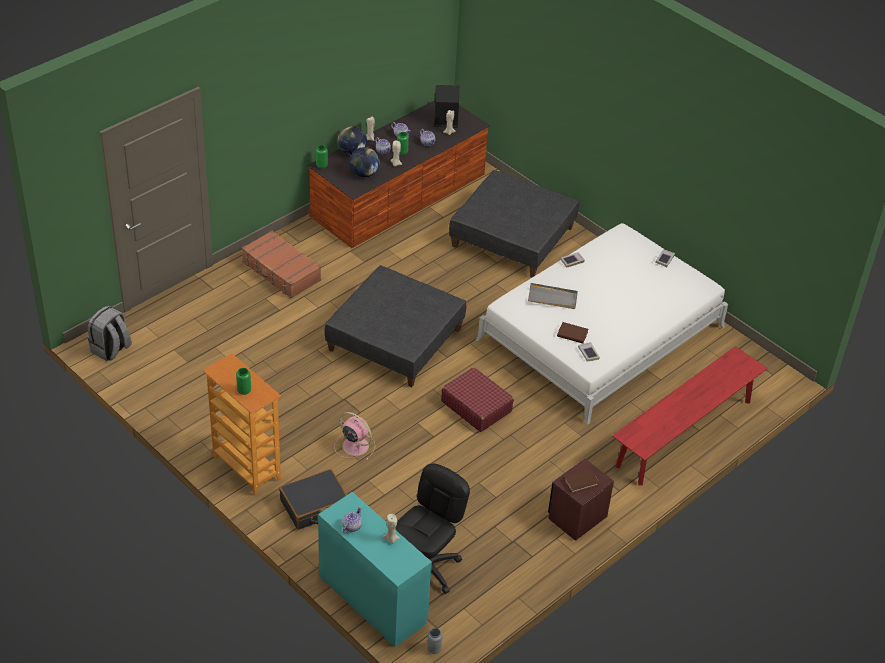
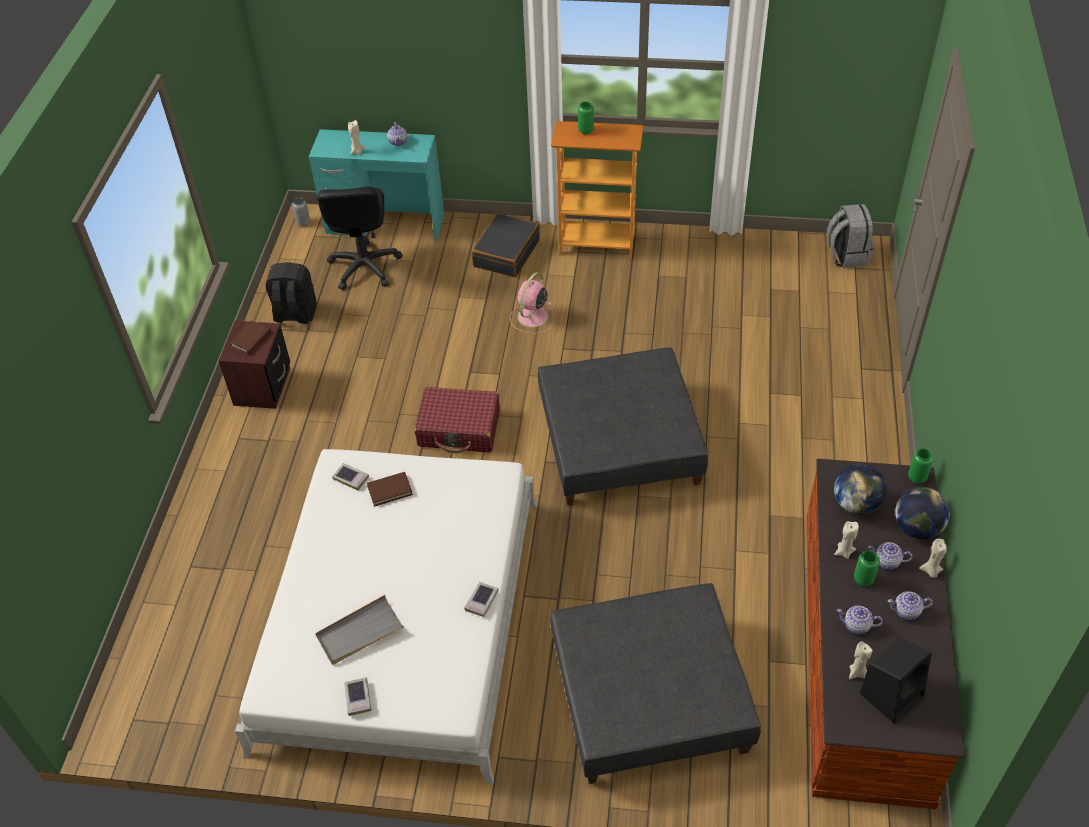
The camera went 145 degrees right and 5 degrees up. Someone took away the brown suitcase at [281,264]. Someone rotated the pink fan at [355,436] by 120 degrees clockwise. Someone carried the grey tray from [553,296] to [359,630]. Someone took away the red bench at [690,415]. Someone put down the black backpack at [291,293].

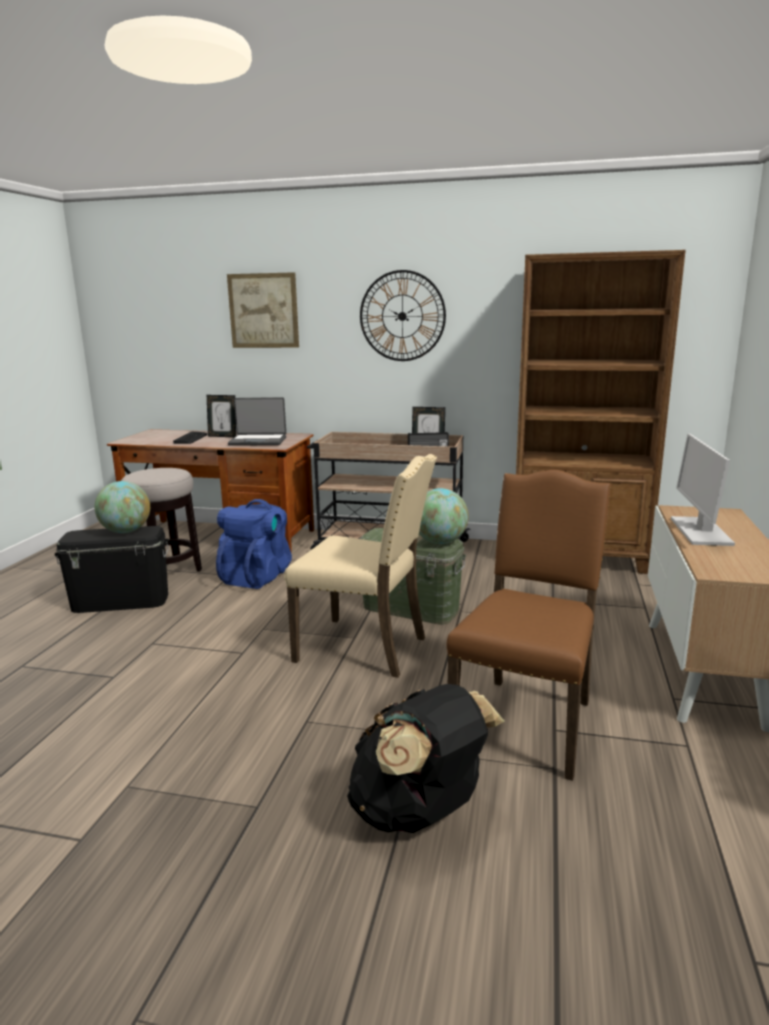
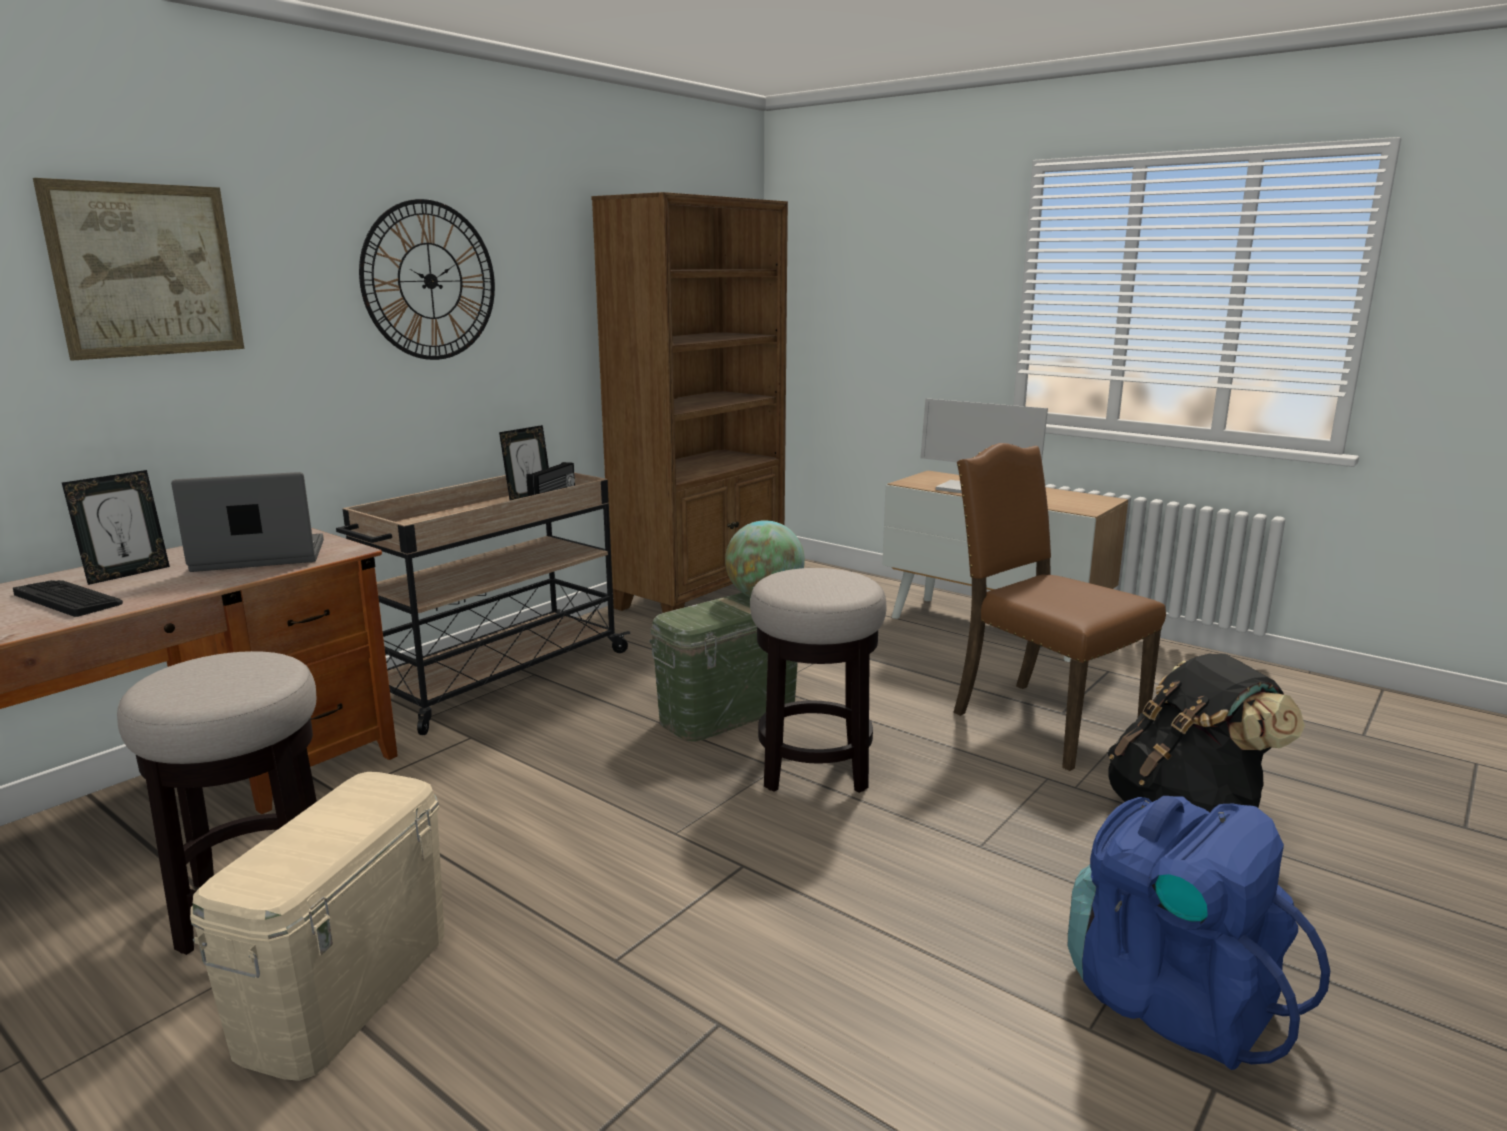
The camera went 65 degrees left and 0 degrees up. Someone repainted the black storage box at [111,569], which became the beige storage box at [317,926]. Someone took away the globe at [122,507]. Someone carried the blue backpack from [254,544] to [1199,933]. Someone rotated the laptop at [257,421] by 135 degrees counterclockwise. Someone swapped the beige chair at [360,566] for the stool at [818,680].

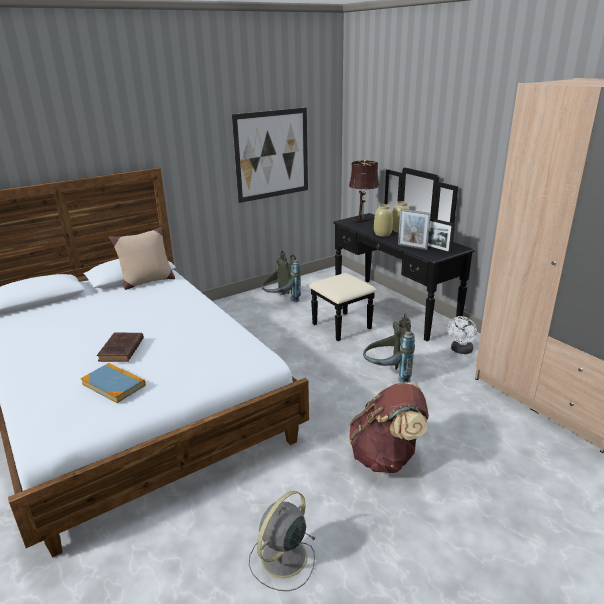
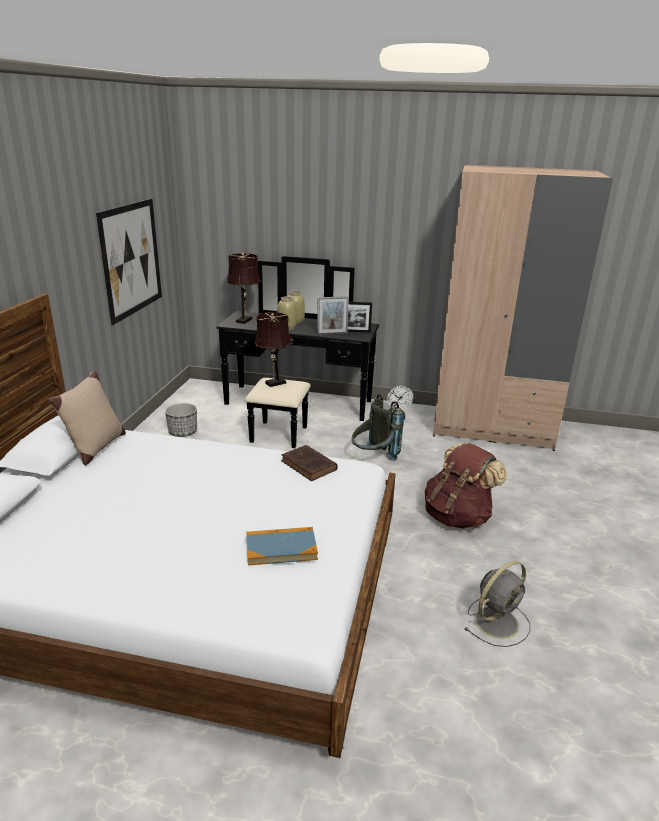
The camera went 45 degrees left and 0 degrees up. Someone carried the brown book from [120,347] to [309,463]. Someone rotated the grey fan at [282,541] by 120 degrees counterclockwise. Someone swapped the grey backpack at [281,276] for the planter at [181,420]. Someone put down the brown table lamp at [272,349].

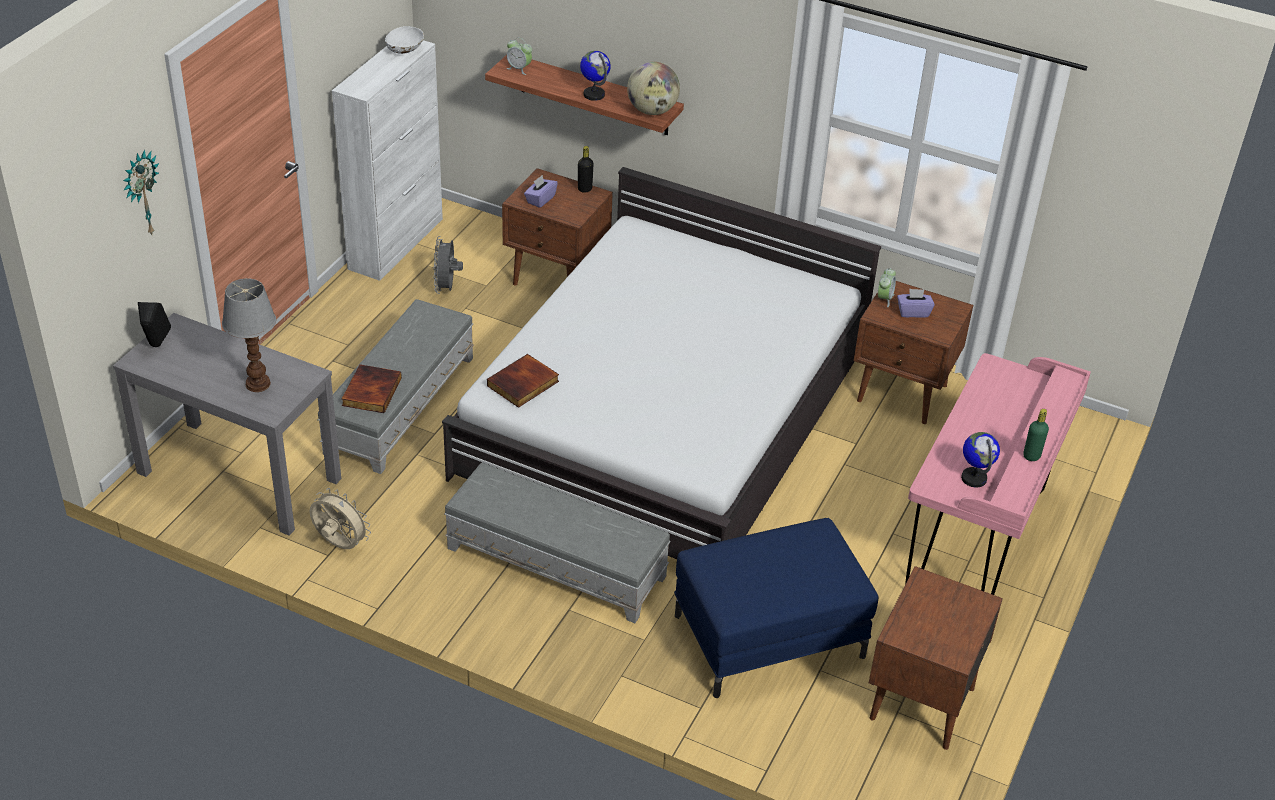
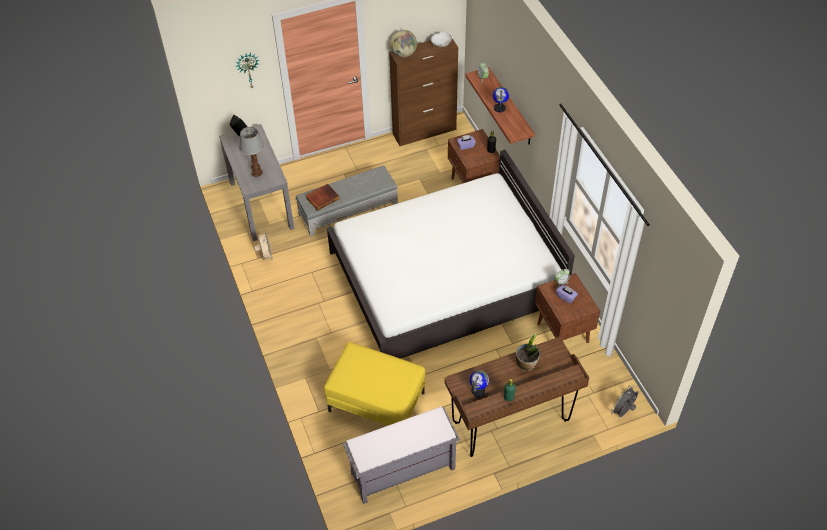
The camera went 45 degrees right and 10 degrees up. Someone repainted the white cabinet at [387,160], which became the brown cabinet at [423,92]. Someone carried the grey fan from [448,265] to [624,401]. Someone took away the grey ottoman at [557,543]. Someone took away the book at [523,381]. Someone carried the globe from [653,88] to [403,43]. Someone repainted the blue ottoman at [776,608], which became the yellow ottoman at [374,383]. Someone swapped the brown nightstand at [936,658] for the grey bench at [401,455]. Someone repainted the pink desk at [998,474], which became the brown desk at [516,397]. Someone put down the potted plant at [528,352].

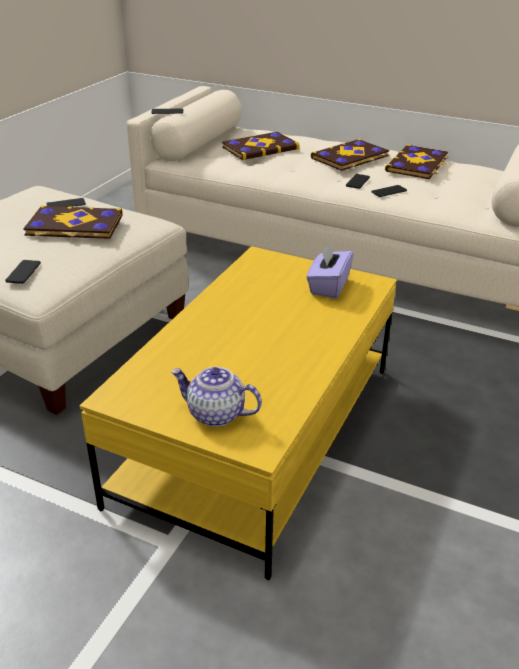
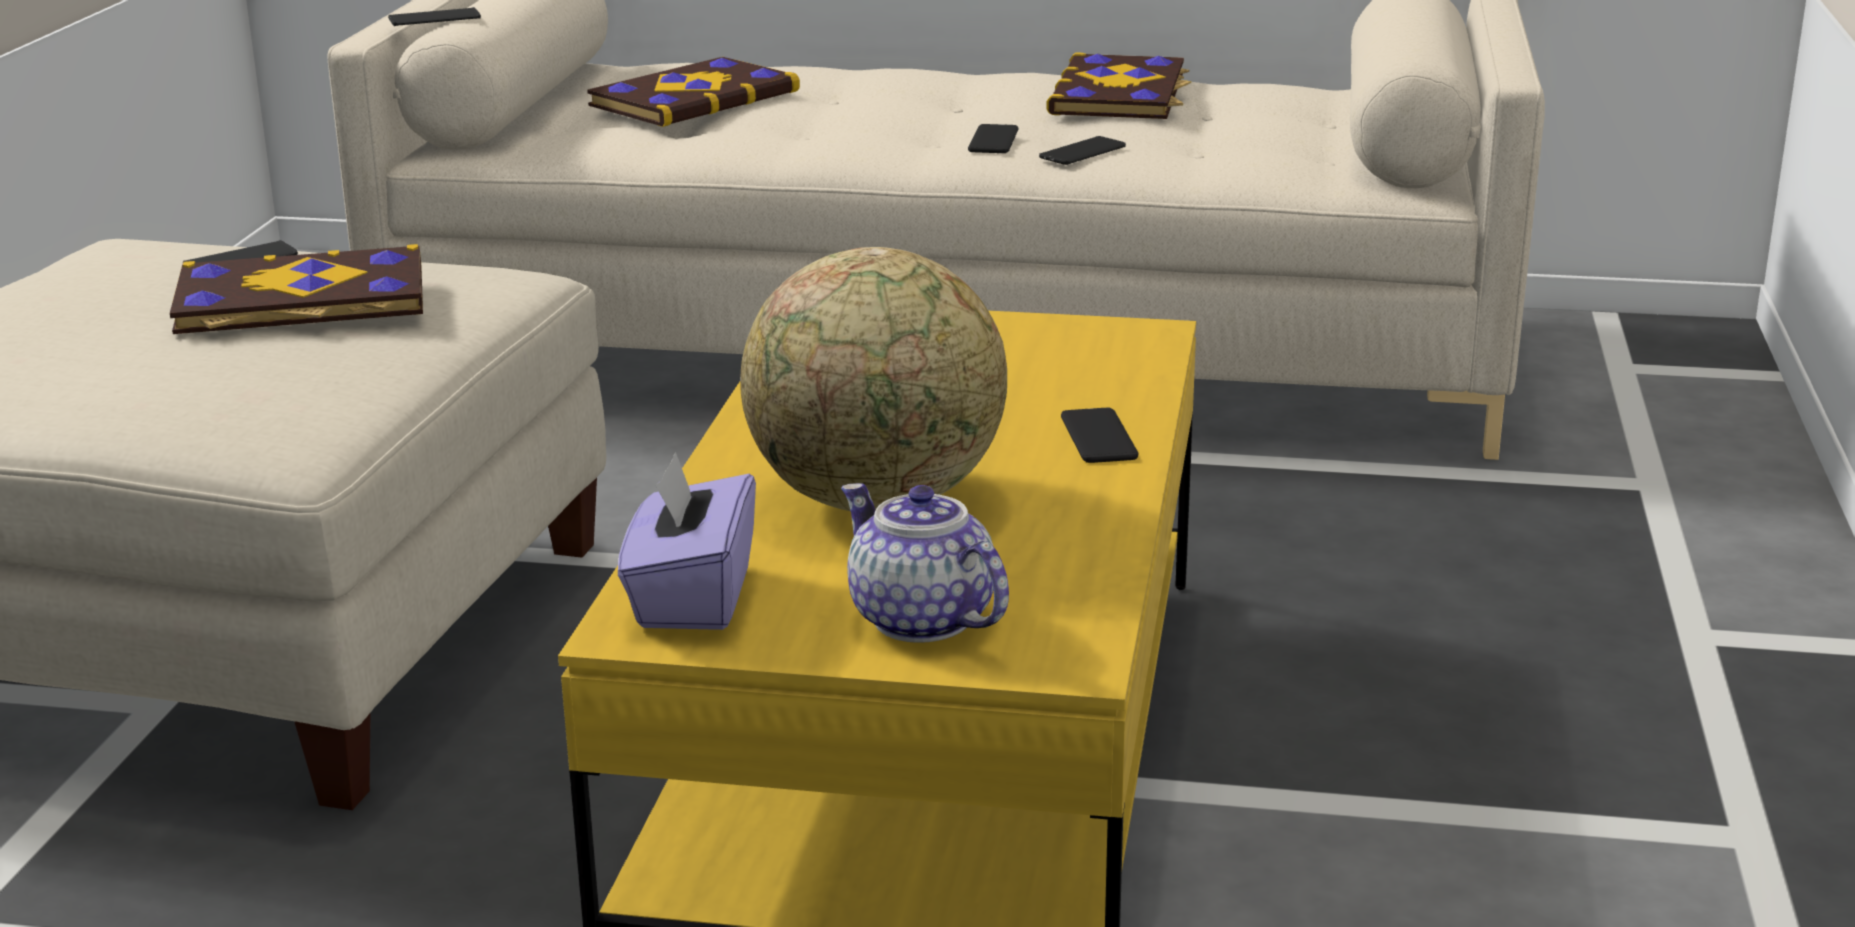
The camera went 15 degrees left and 10 degrees down. Someone carried the phone from [23,272] to [1099,435]. Someone rotated the teapot at [216,397] by 45 degrees clockwise. Someone carried the purple tissue box from [330,271] to [687,541]. Someone took away the book at [350,155]. Someone put down the globe at [873,379].

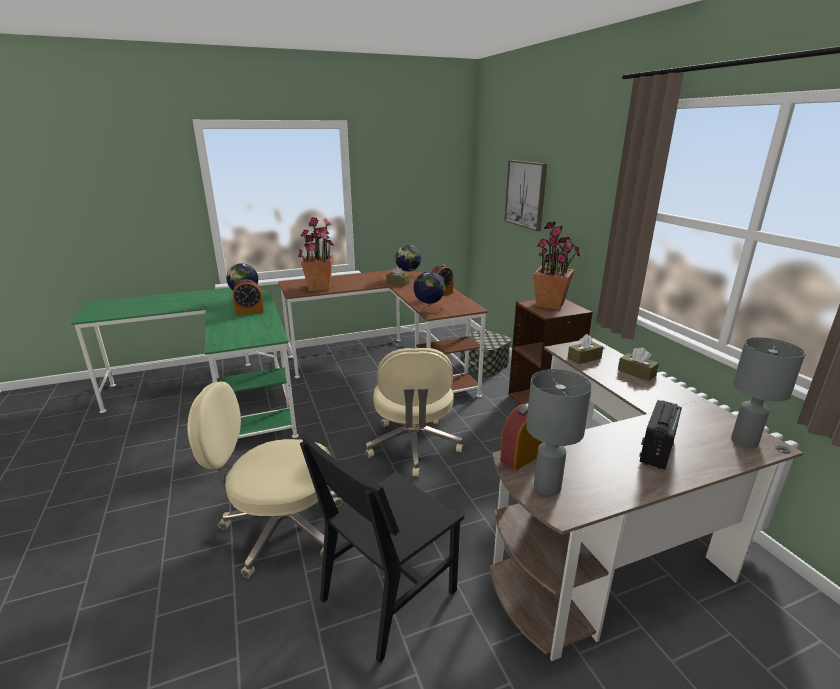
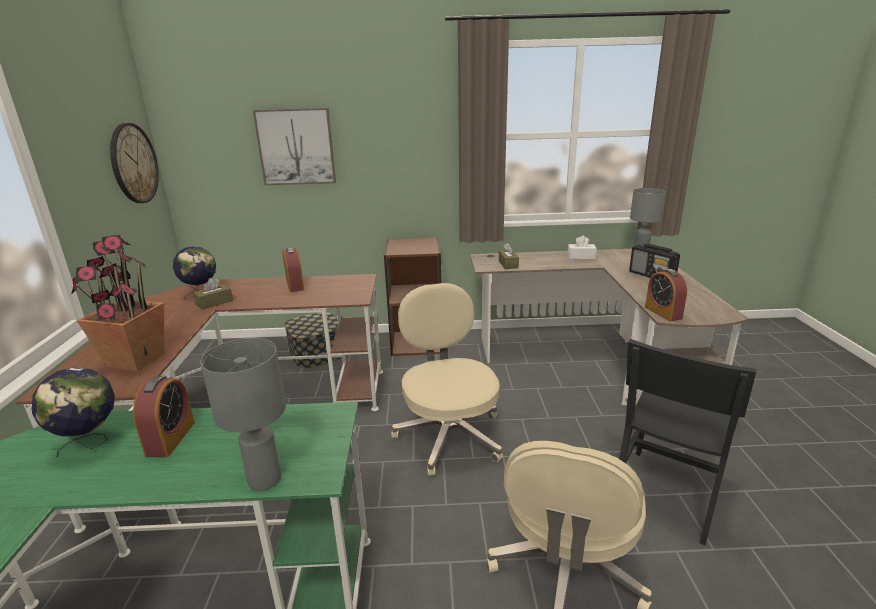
The camera went 70 degrees left and 0 degrees up. Someone rotated the black chair at [382,547] by 60 degrees clockwise. Someone rotated the beige office chair at [414,412] by 120 degrees counterclockwise. Someone took away the globe at [429,293]. Someone carried the grey table lamp from [559,432] to [243,414]. Someone took away the potted plant at [556,266]. Someone took away the brown tissue box at [638,364]. Someone put up the wall clock at [134,163]. Someone put down the white tissue box at [582,247].

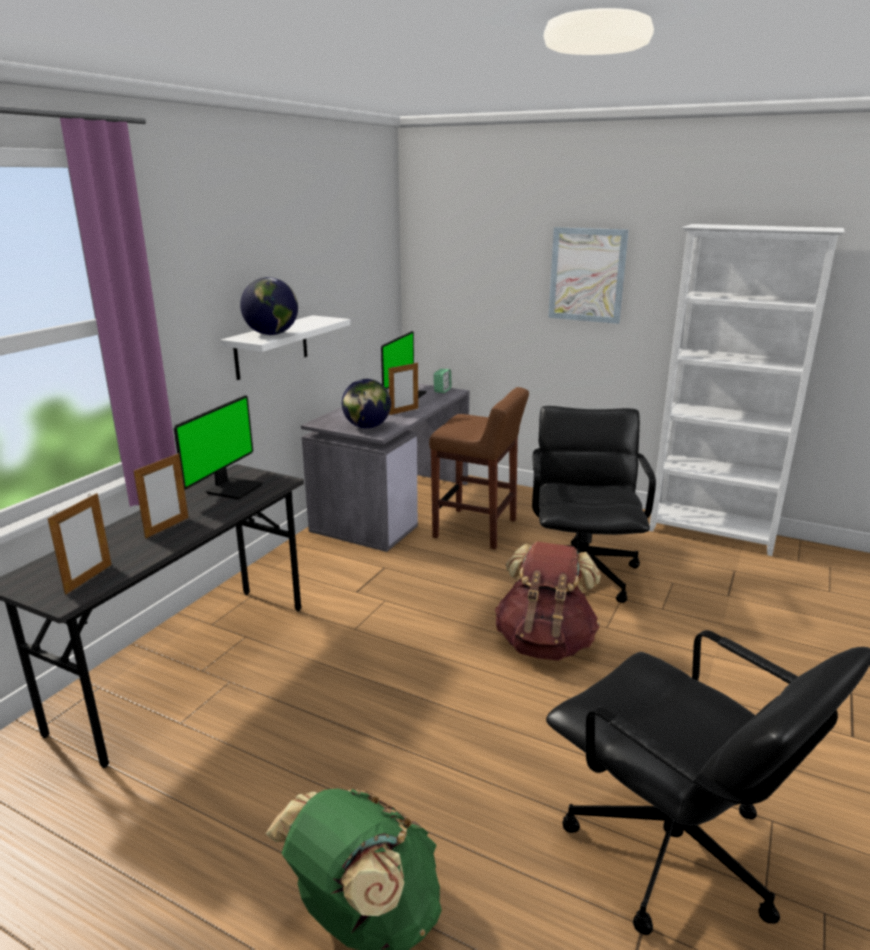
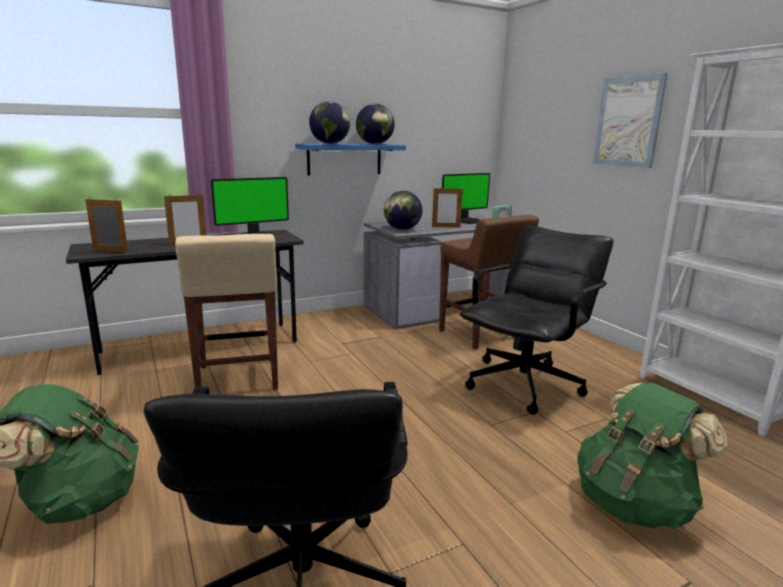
The camera went 35 degrees right and 5 degrees down. Someone rotated the picture frame at [80,544] by 135 degrees counterclockwise. Someone repainted the white shelf at [285,347], which became the blue shelf at [350,159]. Someone took away the brown backpack at [547,601]. Someone put down the beige stool at [226,312]. Someone put down the globe at [375,124]. Someone put down the green backpack at [652,456].

